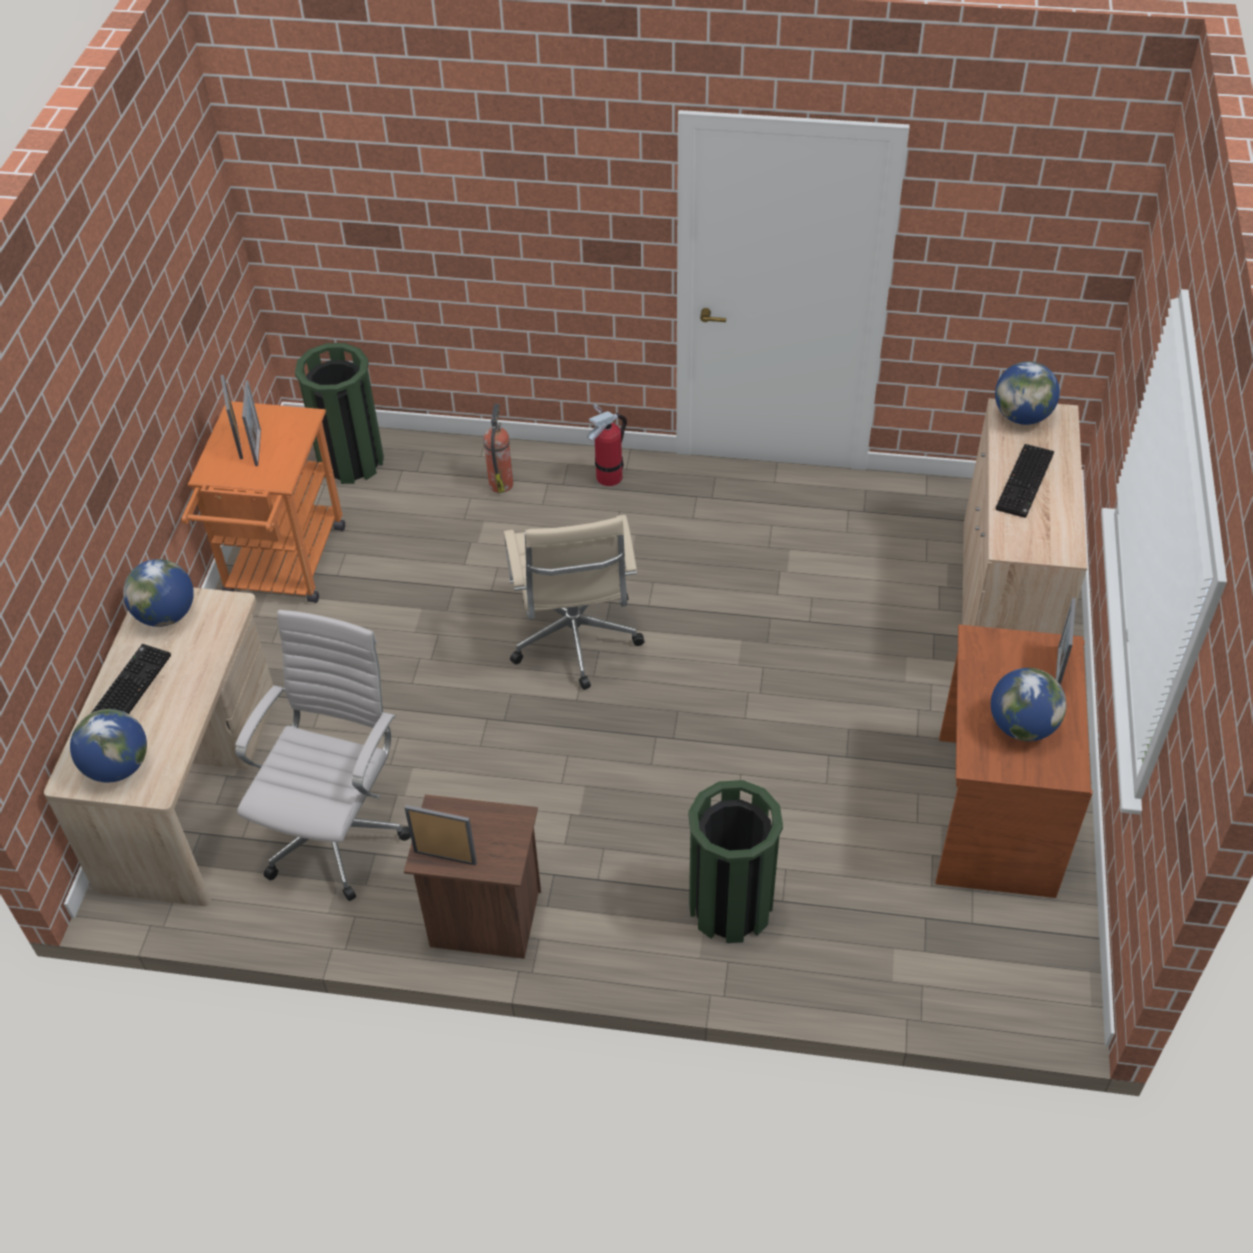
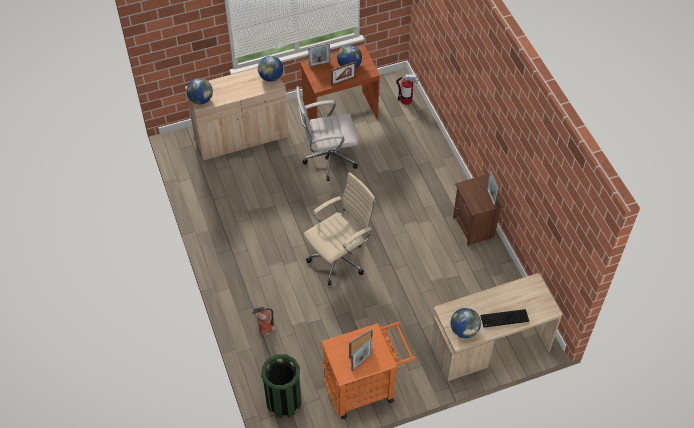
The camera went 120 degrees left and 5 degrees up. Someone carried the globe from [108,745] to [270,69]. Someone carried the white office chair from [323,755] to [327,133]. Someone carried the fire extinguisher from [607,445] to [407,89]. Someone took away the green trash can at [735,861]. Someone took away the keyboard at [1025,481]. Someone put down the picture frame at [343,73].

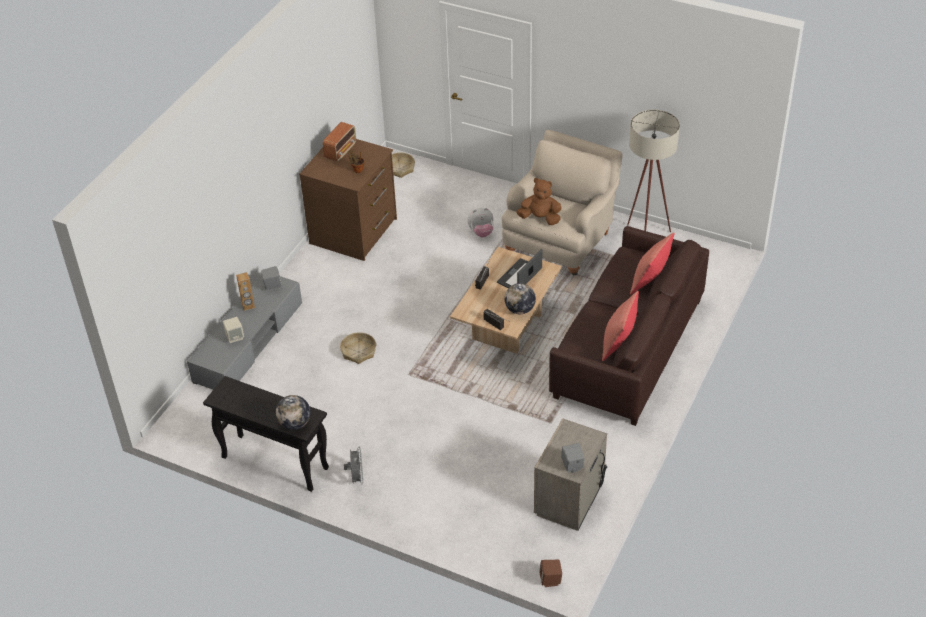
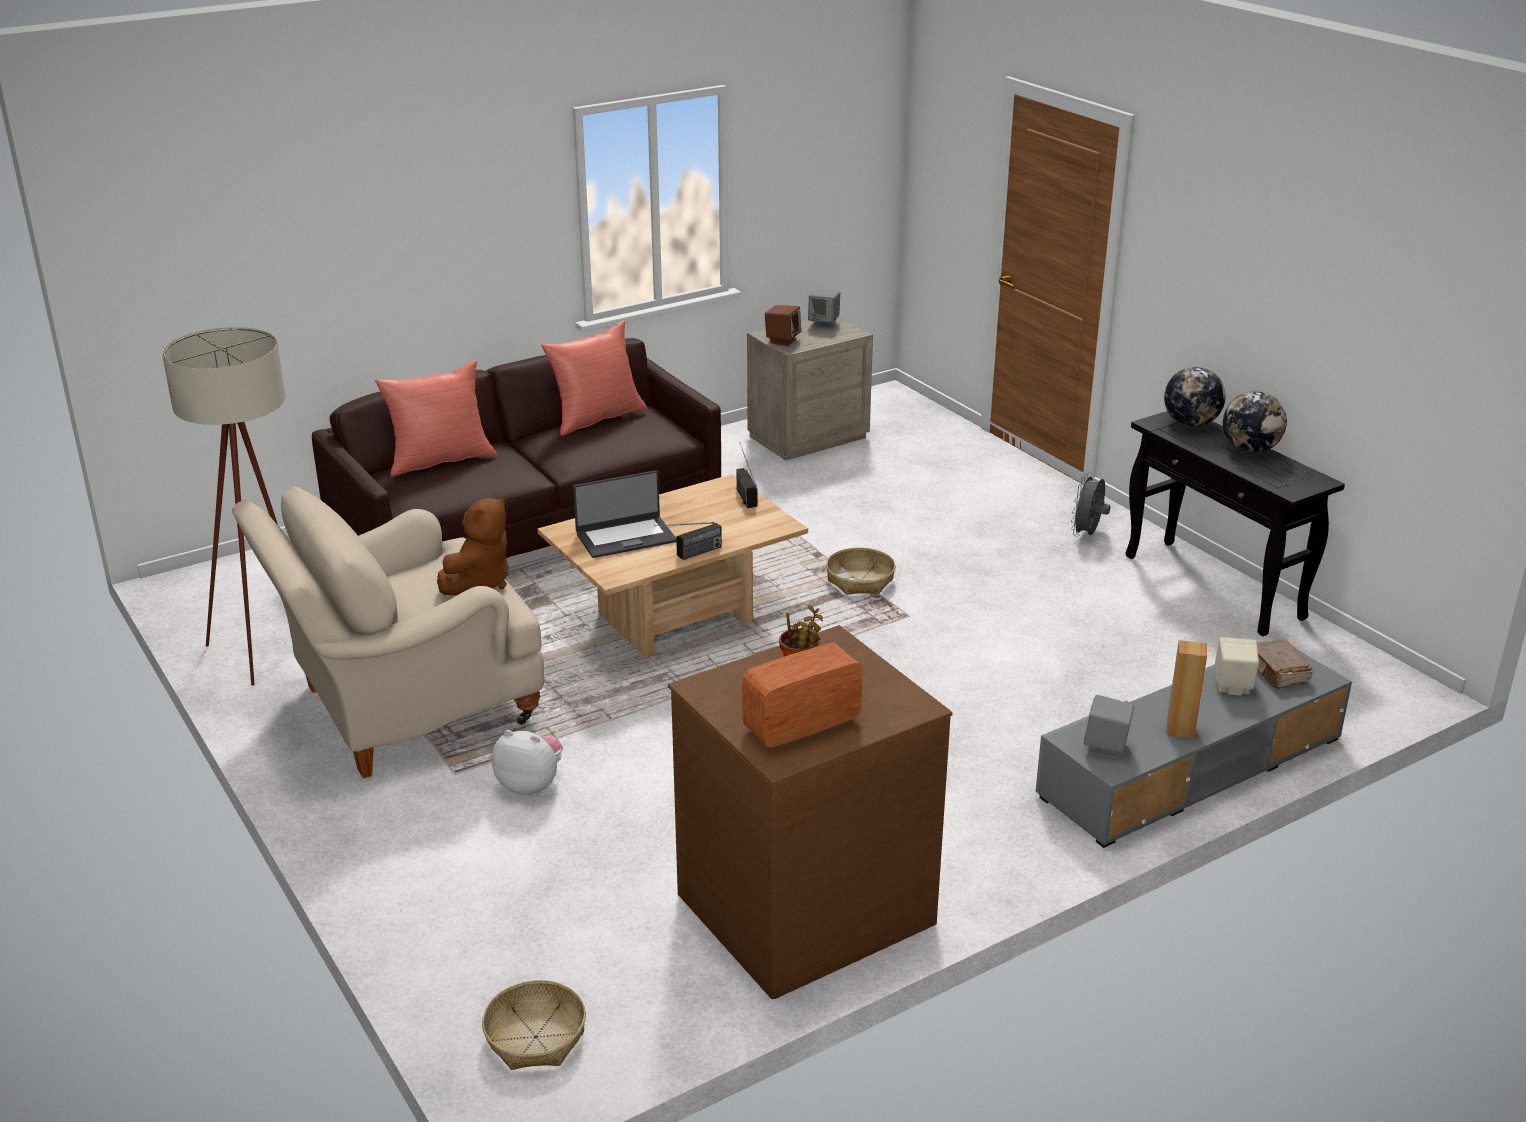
The camera went 150 degrees left and 15 degrees down. Someone carried the basket from [358,348] to [861,571]. Someone carried the globe from [520,298] to [1255,422]. Someone rotated the brown plush toy at [539,201] by 105 degrees counterclockwise. Someone carried the brown speaker from [550,573] to [783,325]. Someone put down the brown book at [1285,664].

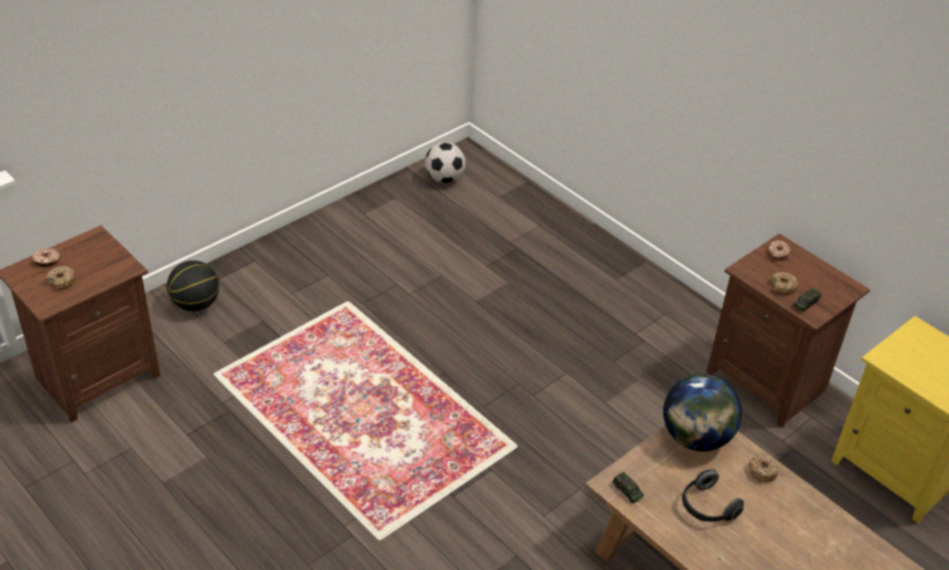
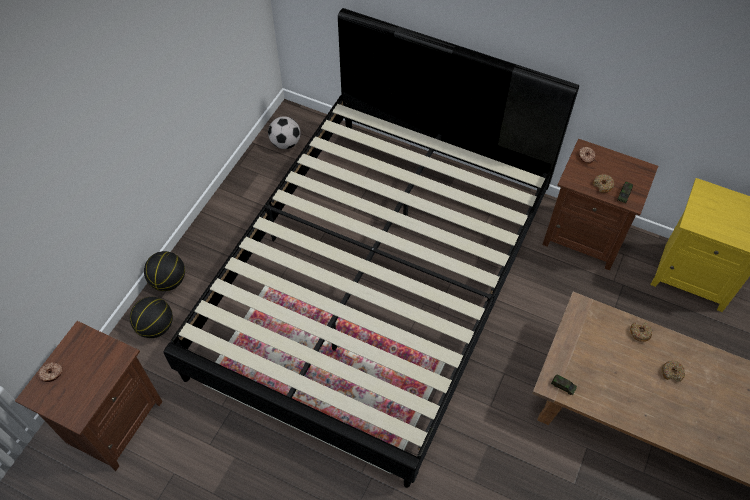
The camera went 20 degrees left and 15 degrees up. Someone carried the donut from [61,278] to [673,371]. Someone took away the globe at [702,412]. Someone took away the headphones at [713,495]. Someone put down the basketball at [164,271]. Someone put down the black bed at [371,248].

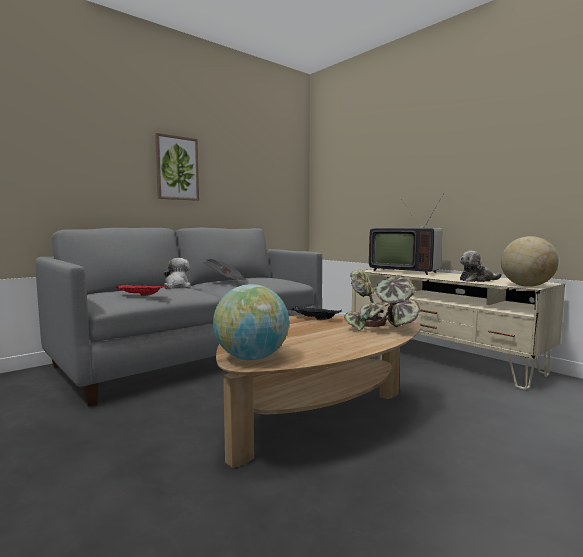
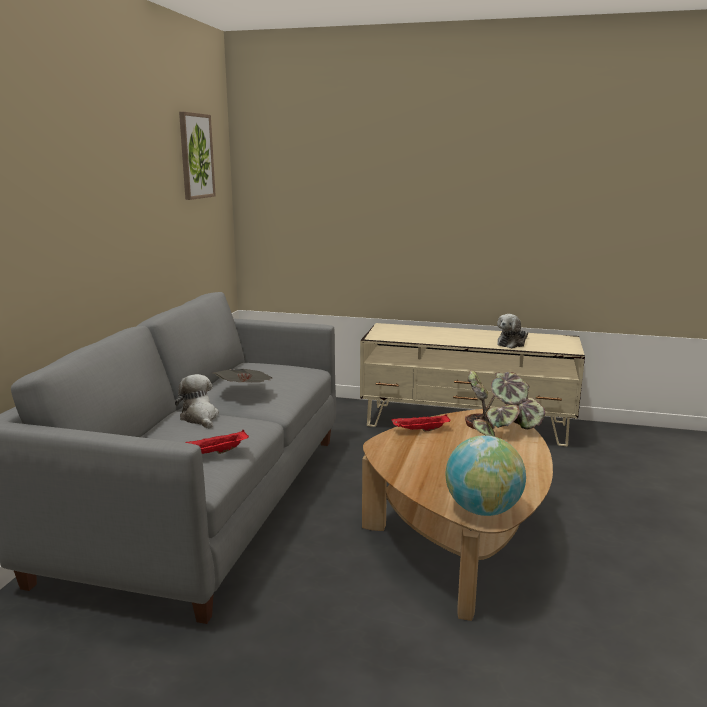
The camera went 35 degrees left and 10 degrees up. Someone carried the picture from [177,167] to [197,156]. Someone repainted the black tray at [316,313], which became the red tray at [421,423]. Someone took away the television at [406,235]. Someone took away the globe at [530,261].

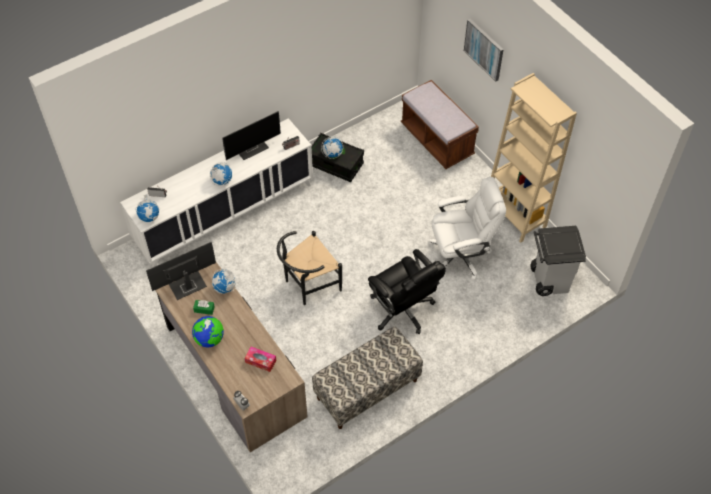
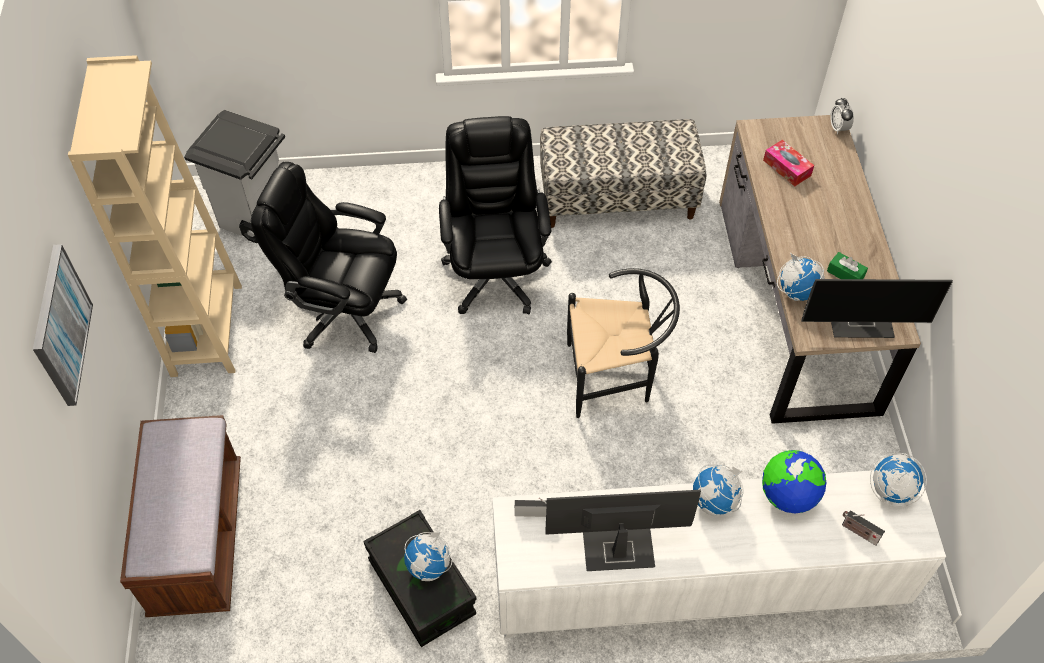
The camera went 150 degrees left and 0 degrees up. Someone carried the globe from [208,331] to [794,481]. Someone repainted the white office chair at [467,228], which became the black office chair at [329,257].

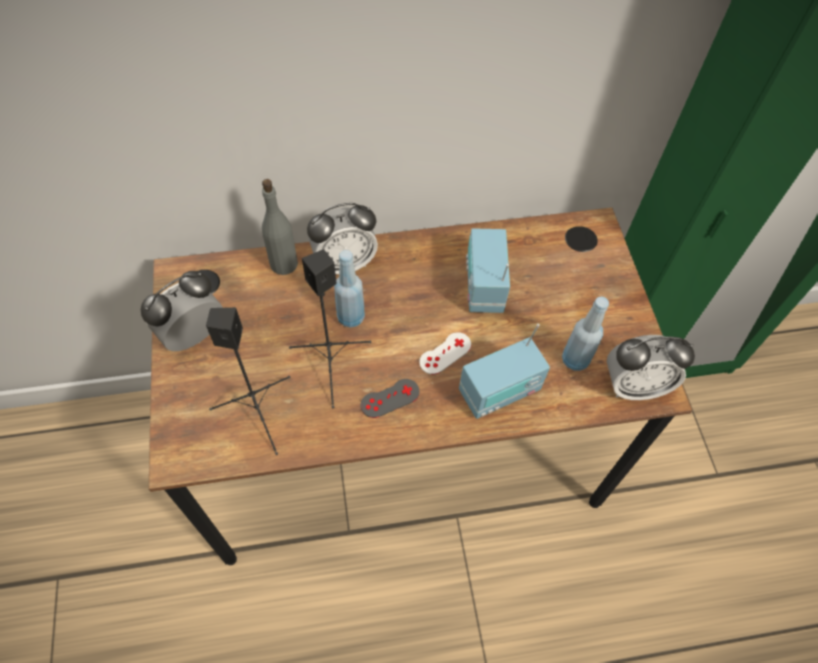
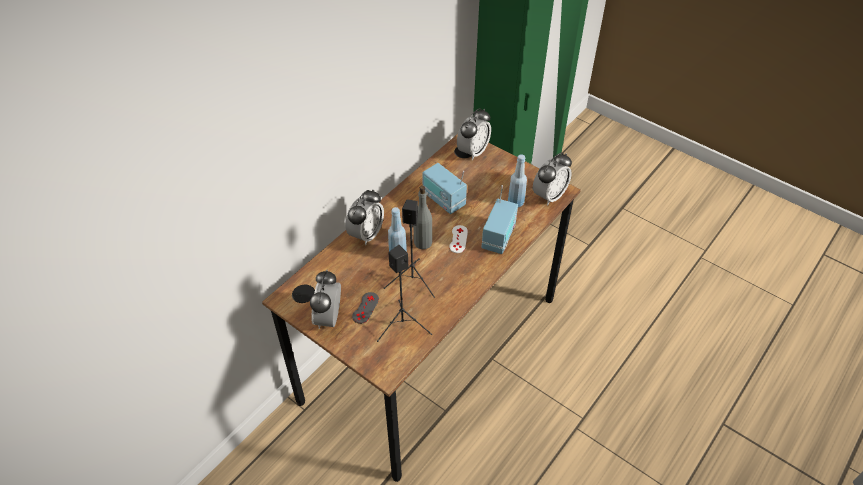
The camera went 40 degrees left and 10 degrees down. Someone carried the grey bottle from [280,227] to [422,217]. Someone carried the grey game controller from [390,398] to [365,308]. Someone put down the alarm clock at [474,134].

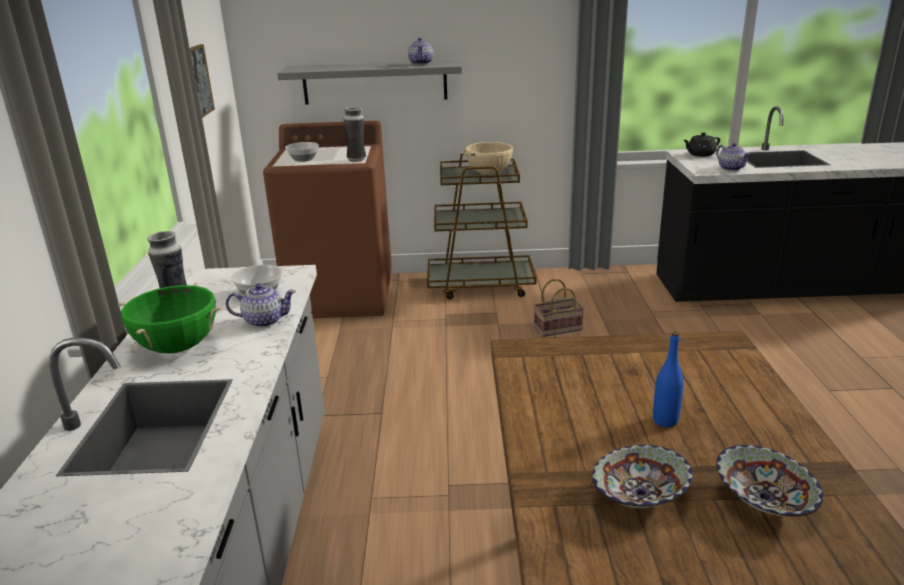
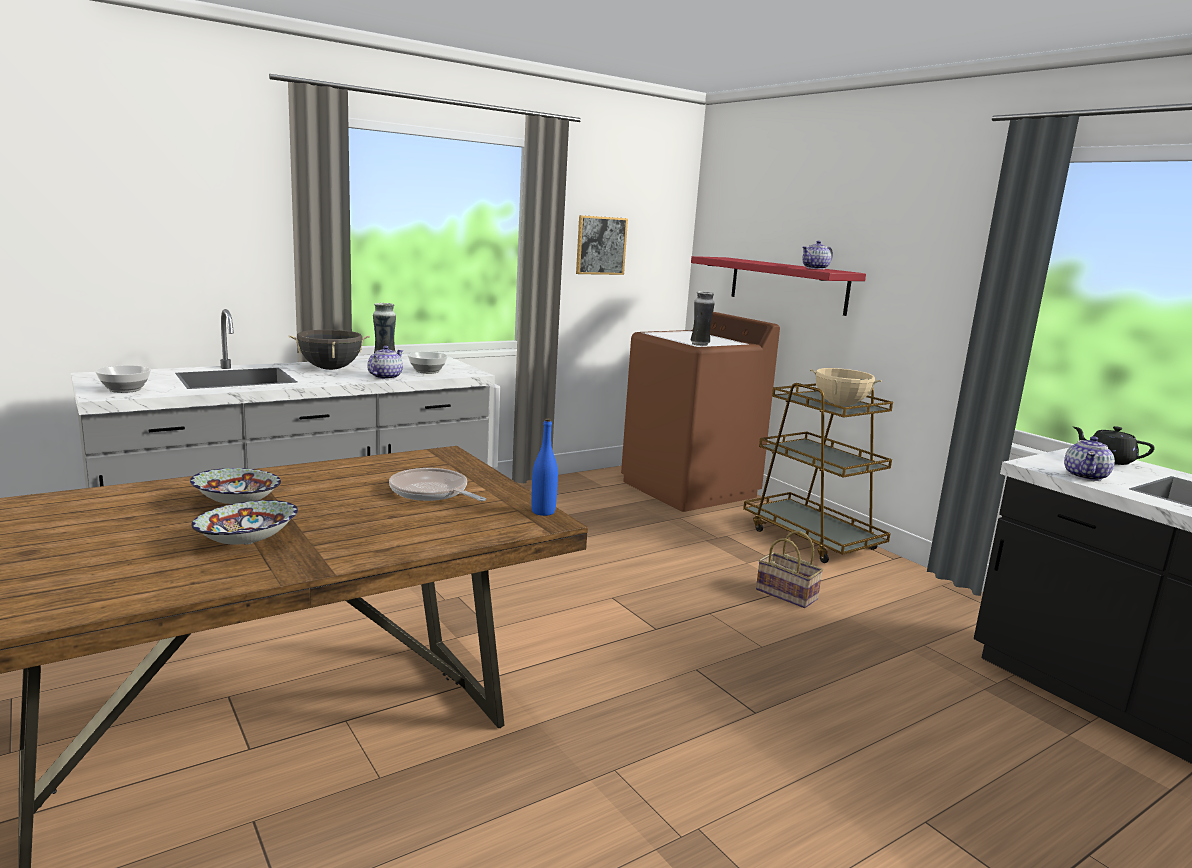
The camera went 55 degrees right and 10 degrees down. Someone repainted the green cooking pot at [169,318], which became the black cooking pot at [329,350]. Someone rotated the teapot at [261,305] by 120 degrees counterclockwise. Someone repainted the grey shelf at [369,82], which became the red shelf at [778,286]. Someone carried the bowl from [302,152] to [123,379]. Someone carried the blue bottle from [668,379] to [544,467]. Someone put down the frying pan at [437,484].

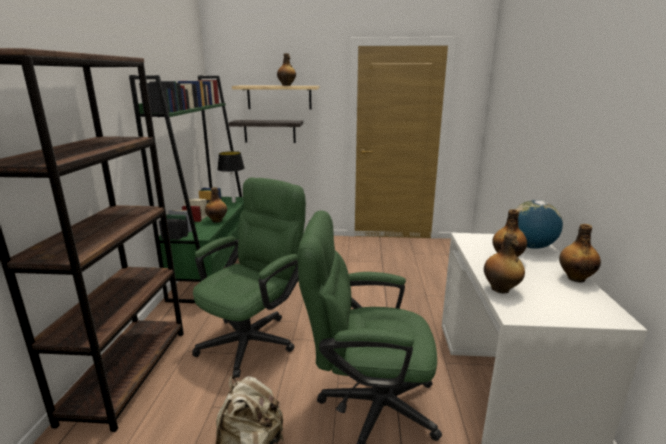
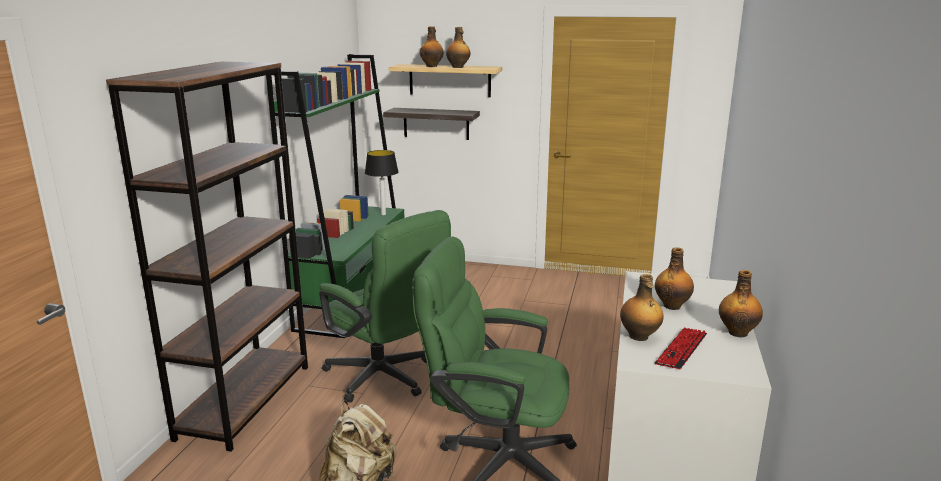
The camera went 10 degrees right and 0 degrees up. Someone rotated the green office chair at [249,277] by 90 degrees clockwise. Someone carried the bottle from [216,205] to [432,46]. Someone took away the globe at [539,224]. Someone put down the keyboard at [681,348].

